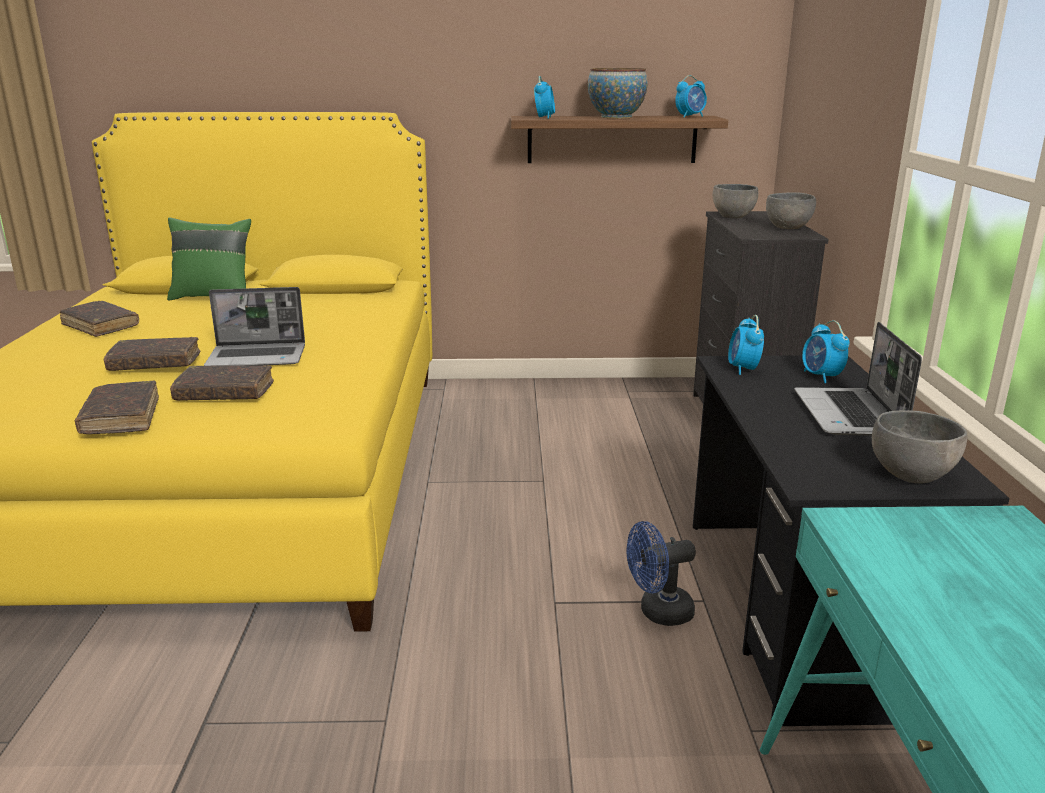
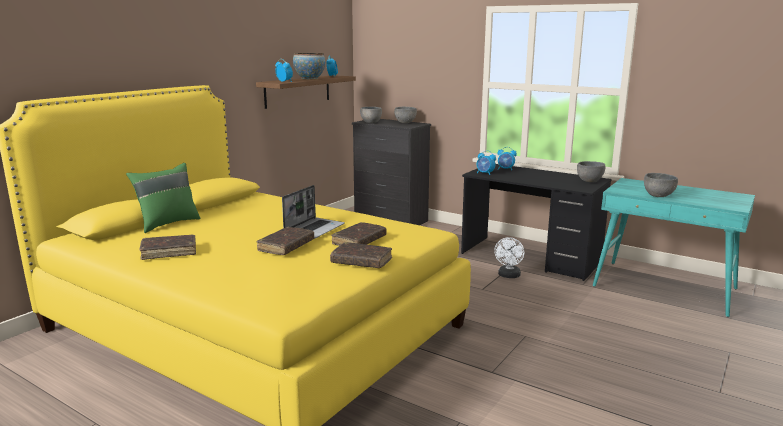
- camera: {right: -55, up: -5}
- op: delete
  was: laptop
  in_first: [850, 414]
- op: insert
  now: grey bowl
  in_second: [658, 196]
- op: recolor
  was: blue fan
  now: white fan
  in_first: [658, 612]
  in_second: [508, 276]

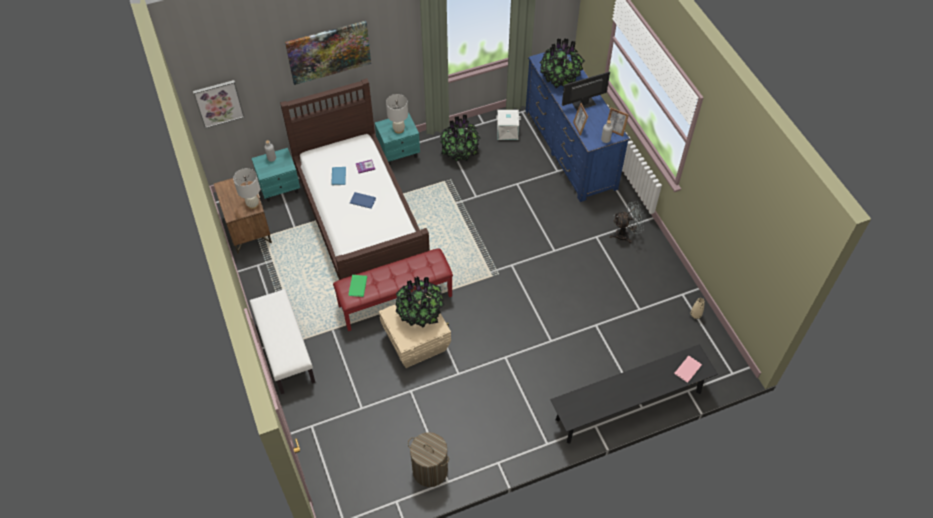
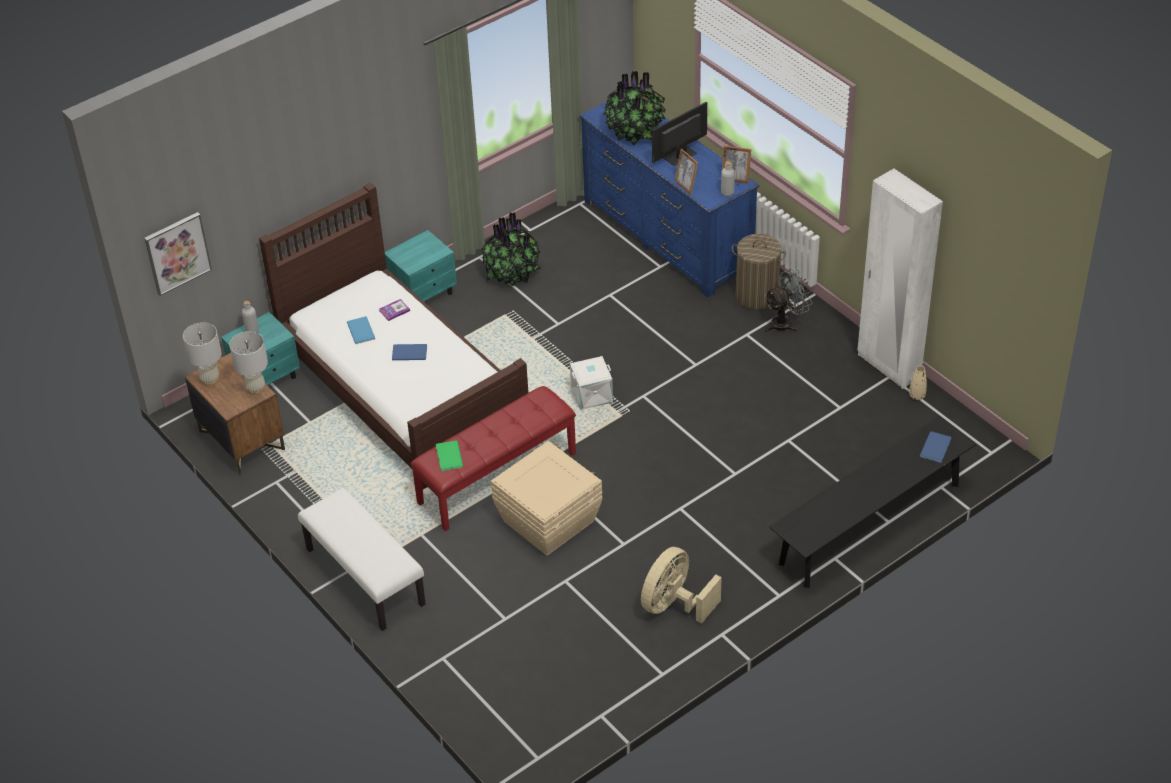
- camera: {right: -15, up: -10}
- op: delete
  was: picture
  in_first: [329, 52]
- op: delete
  was: potted plant
  in_first: [420, 313]
- op: insert
  now: beige fan
  in_second: [674, 605]
- op: insert
  now: white wardrobe
  in_second: [888, 366]
- op: move
  was: white table lamp
  in_first: [399, 129]
  in_second: [210, 380]
- op: move
  was: laundry basket
  in_first: [430, 470]
  in_second: [757, 295]
- op: move
  was: white storage box
  in_first: [507, 131]
  in_second: [591, 394]
- op: recolor
  was: pink book
  now: blue book
  in_first: [688, 369]
  in_second: [936, 447]

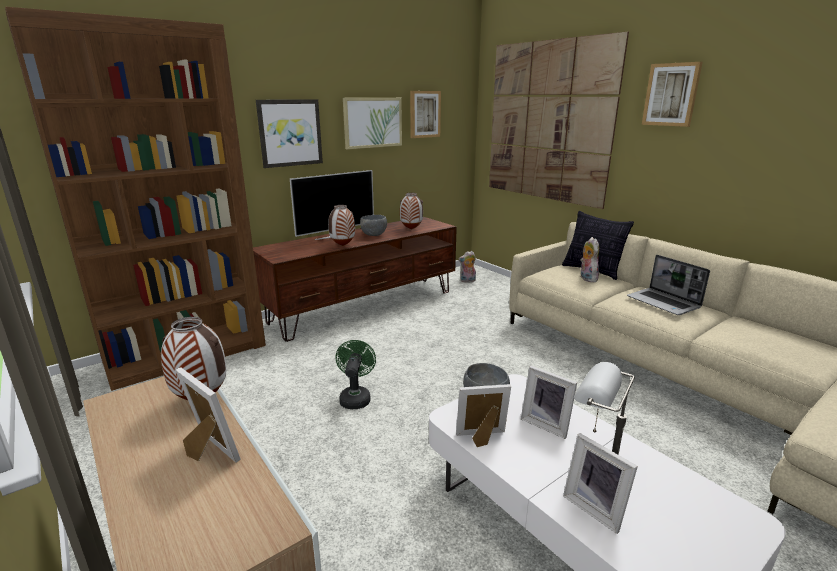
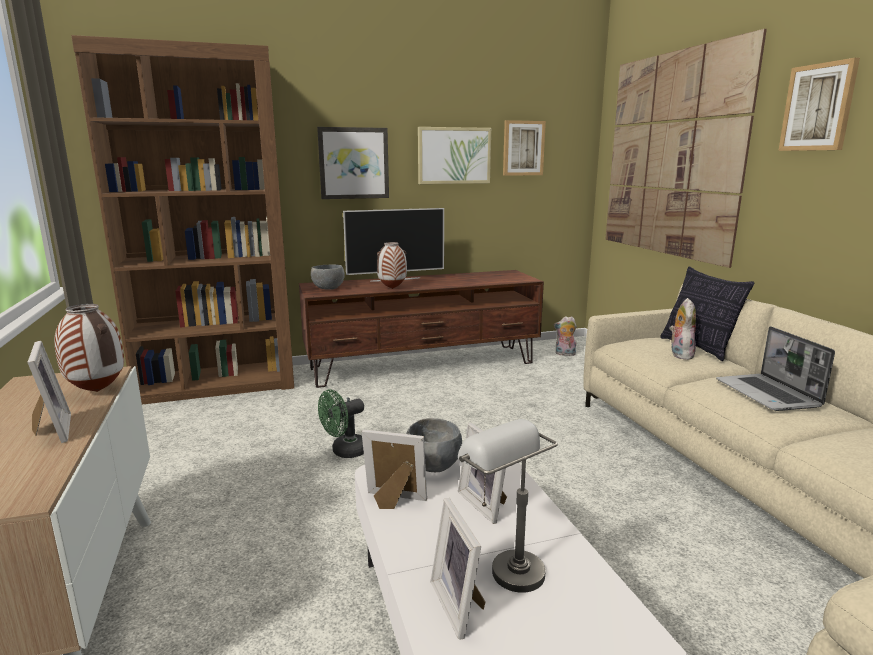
- camera: {right: 20, up: -5}
- op: delete
  was: vase
  in_first: [411, 229]
- op: move
  was: grey bowl
  in_first: [374, 235]
  in_second: [328, 289]
- op: rotate
  was: green fan
  in_first: [355, 397]
  in_second: [345, 452]
  clockwise: -150

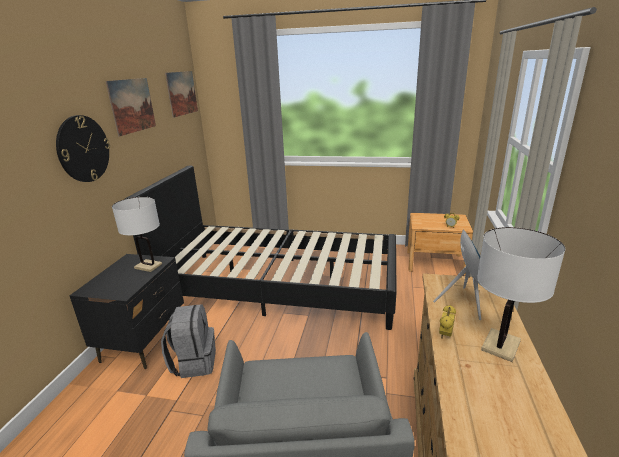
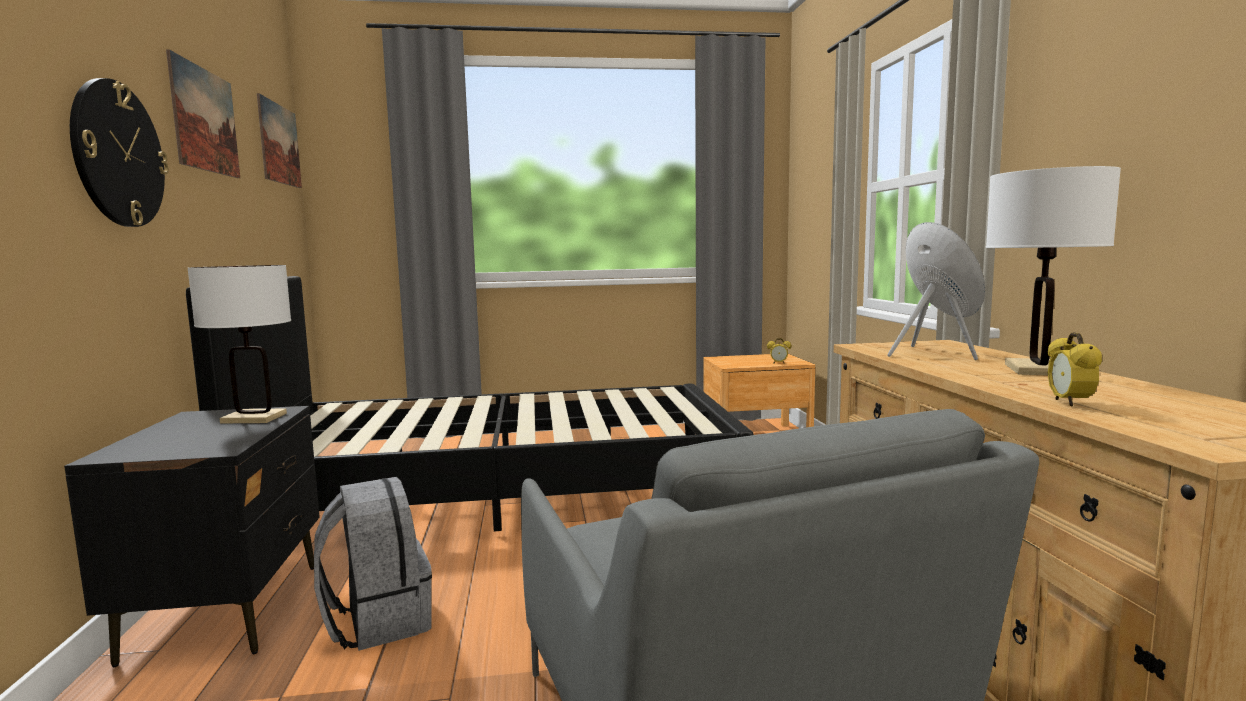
- camera: {right: -20, up: -15}
- op: move
  was: alarm clock
  in_first: [445, 335]
  in_second: [1069, 403]

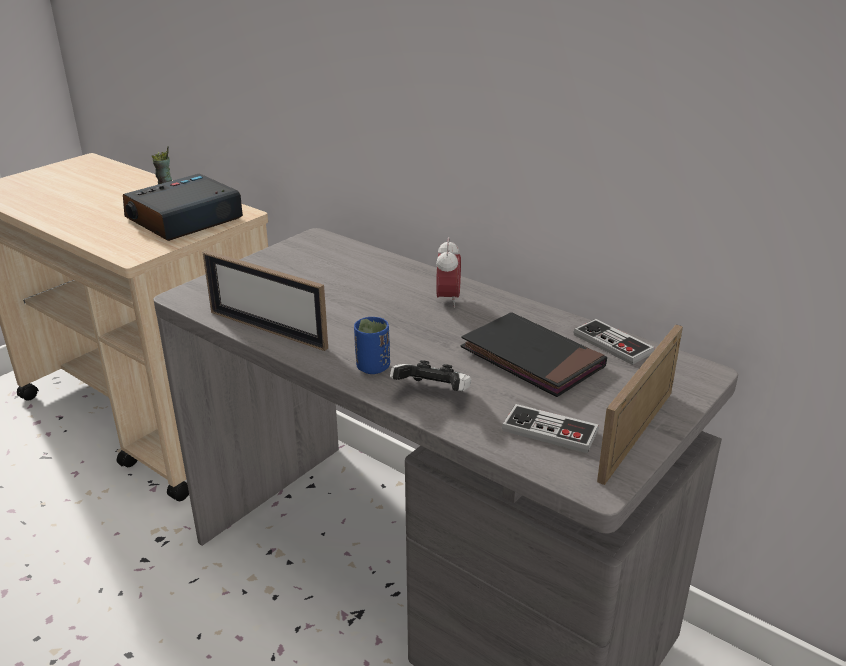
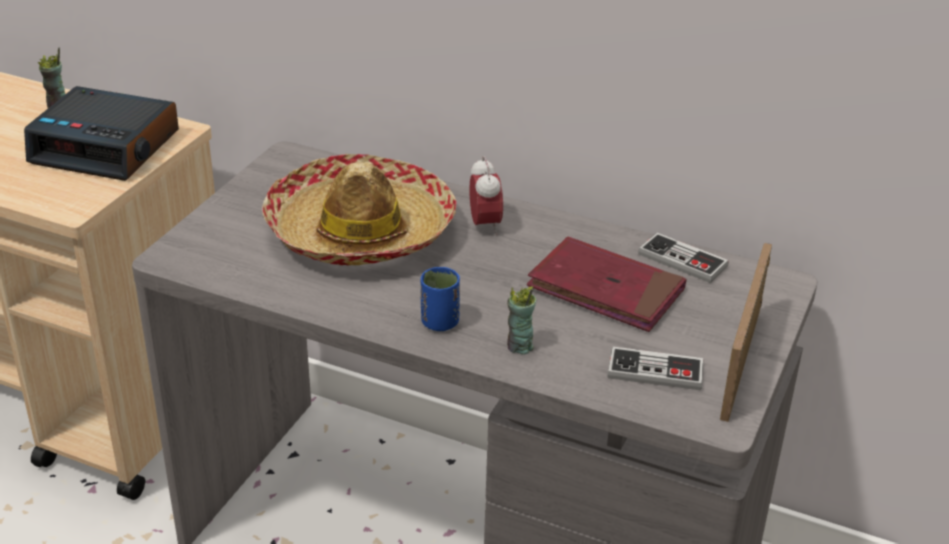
- camera: {right: -15, up: 5}
- op: delete
  was: picture frame
  in_first: [267, 329]
- op: insert
  now: hat
  in_second: [361, 231]
- op: replace
  was: game controller
  now: cup
  in_first: [433, 394]
  in_second: [519, 347]
- op: recolor
  was: black book
  now: red book
  in_first: [532, 359]
  in_second: [605, 290]
- op: rotate
  was: alarm clock
  in_first: [183, 219]
  in_second: [107, 147]
  clockwise: -105

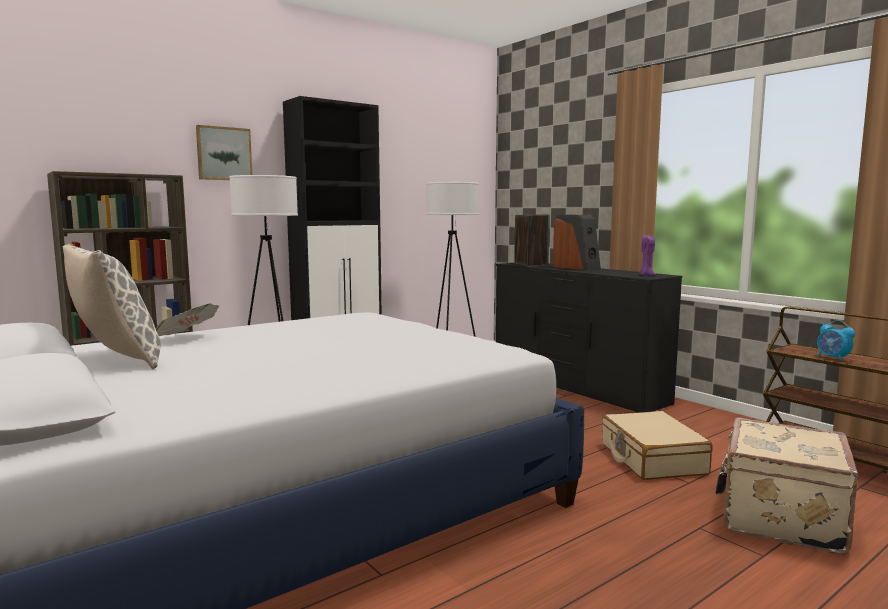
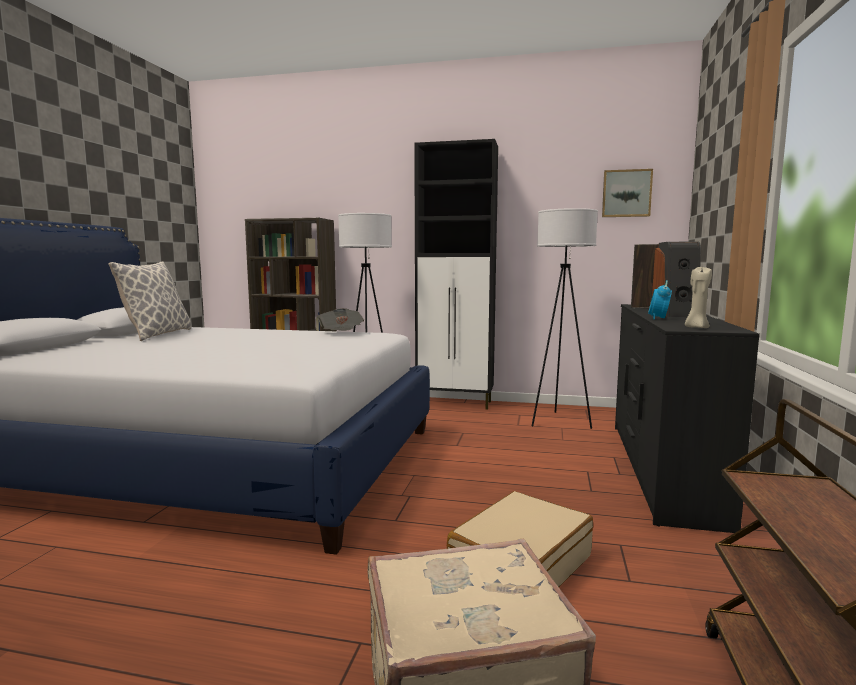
- camera: {right: 50, up: 0}
- op: move
  was: newspaper
  in_first: [186, 338]
  in_second: [341, 333]
- op: move
  was: picture
  in_first: [224, 154]
  in_second: [626, 193]
- op: move
  was: alarm clock
  in_first: [833, 358]
  in_second: [658, 319]
- op: recolor
  was: purple candle
  now: beige candle
  in_first: [646, 275]
  in_second: [696, 327]

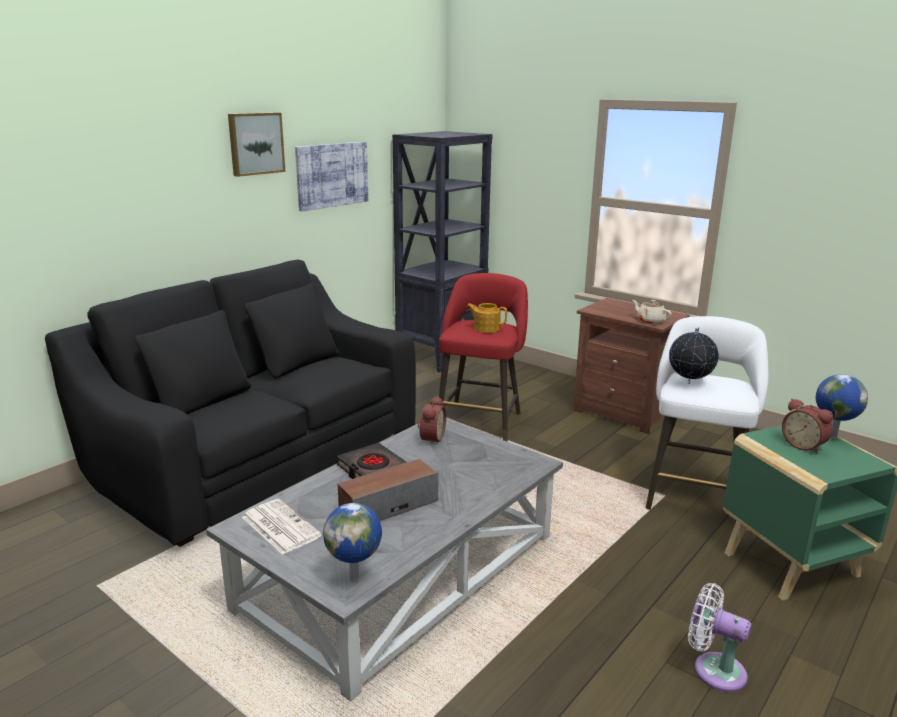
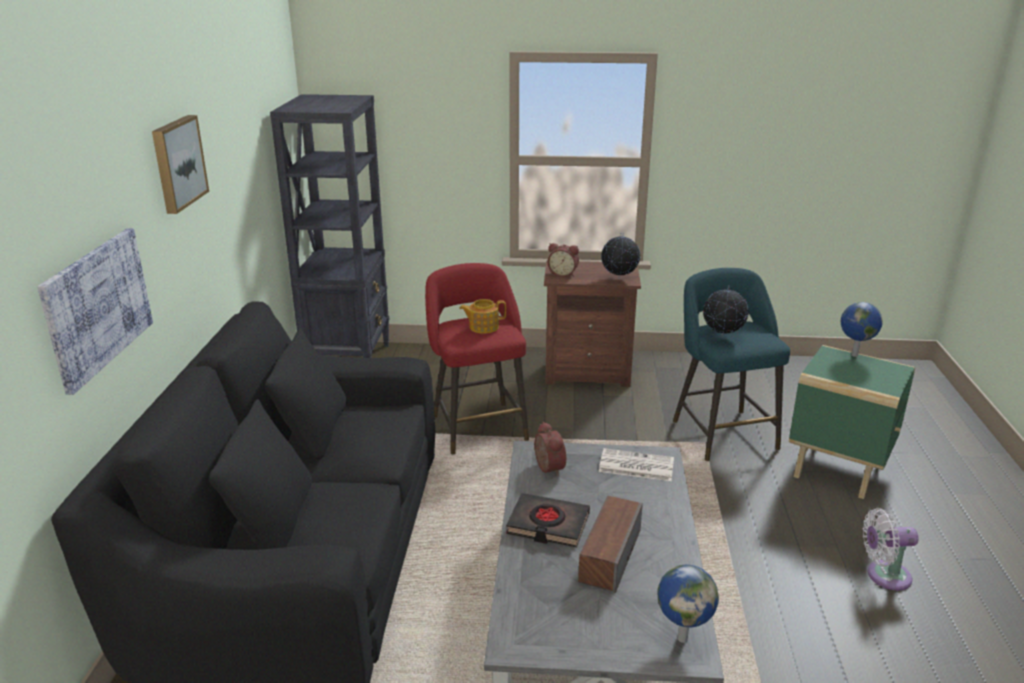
- camera: {right: -35, up: 5}
- op: move
  was: newspaper
  in_first: [279, 526]
  in_second: [635, 466]
- op: move
  was: picture
  in_first: [332, 175]
  in_second: [97, 306]
- op: move
  was: alarm clock
  in_first: [804, 445]
  in_second: [563, 274]
- op: replace
  was: beige teapot
  now: globe
  in_first: [650, 321]
  in_second: [619, 279]
- op: recolor
  was: white stool
  now: turquoise stool
  in_first: [694, 494]
  in_second: [721, 432]

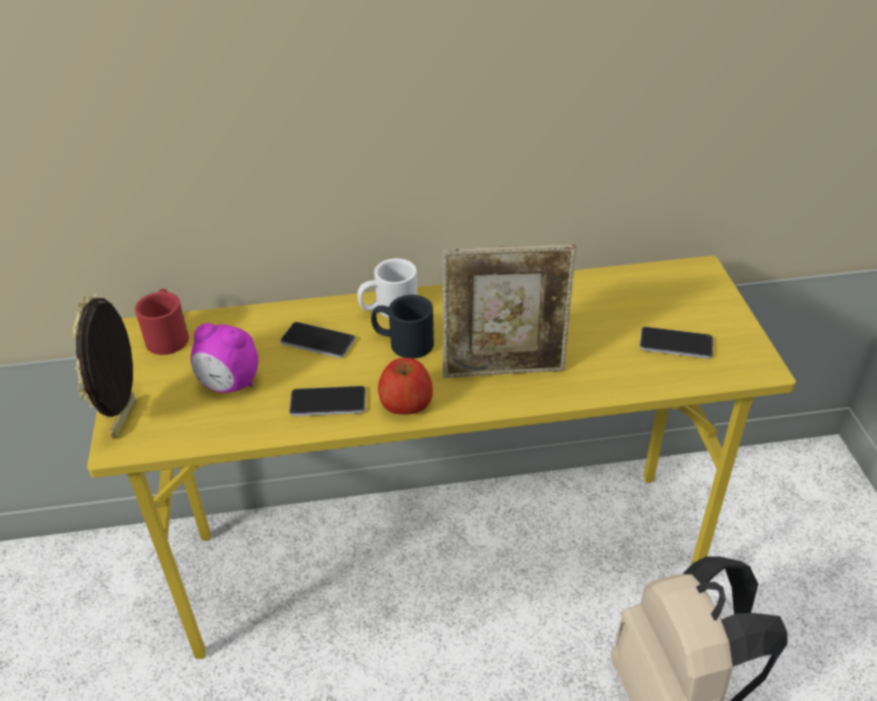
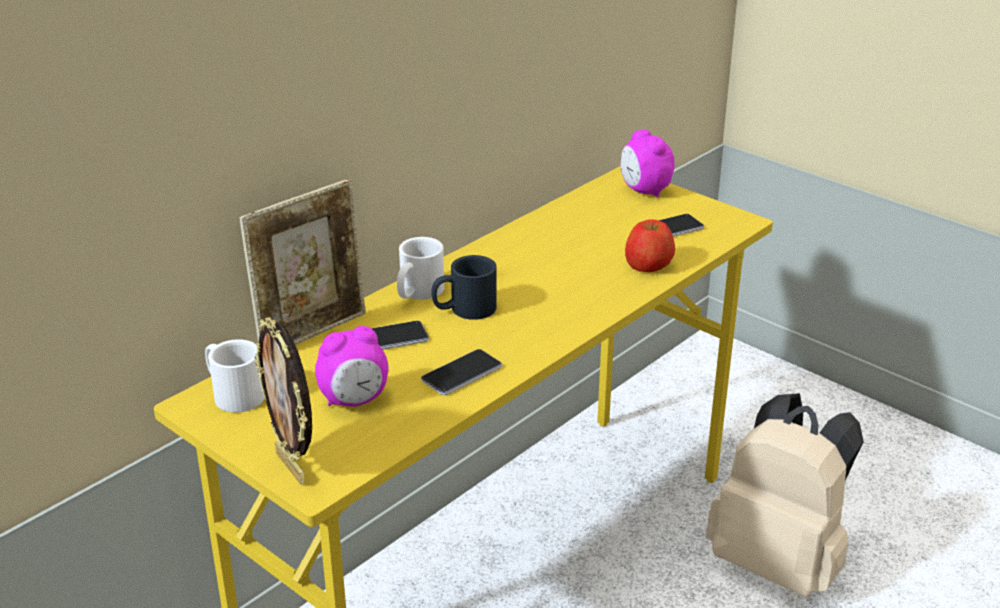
- camera: {right: -40, up: -10}
- op: insert
  now: alarm clock
  in_second: [644, 191]
- op: move
  was: apple
  in_first: [405, 403]
  in_second: [648, 265]
- op: move
  was: picture frame
  in_first: [504, 369]
  in_second: [312, 333]
- op: recolor
  was: red mug
  now: white mug
  in_first: [168, 334]
  in_second: [232, 393]

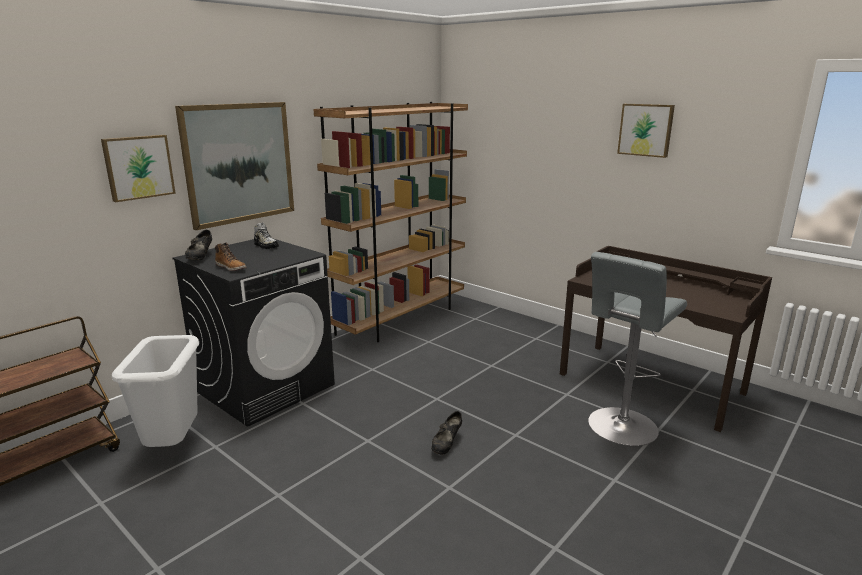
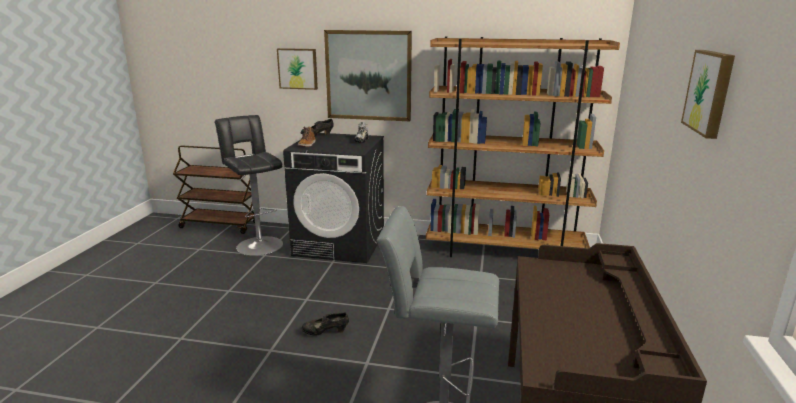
- camera: {right: 60, up: 0}
- op: replace
  was: white trash can
  now: black stool
  in_first: [174, 444]
  in_second: [258, 244]

